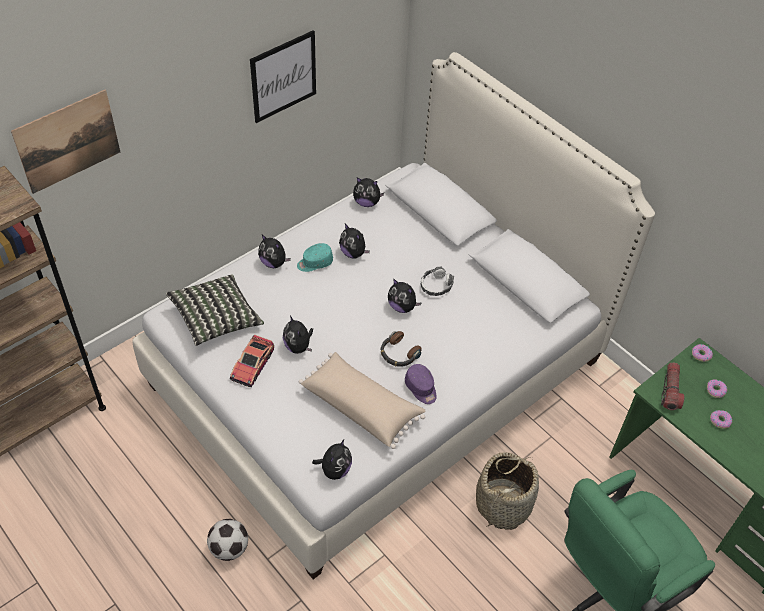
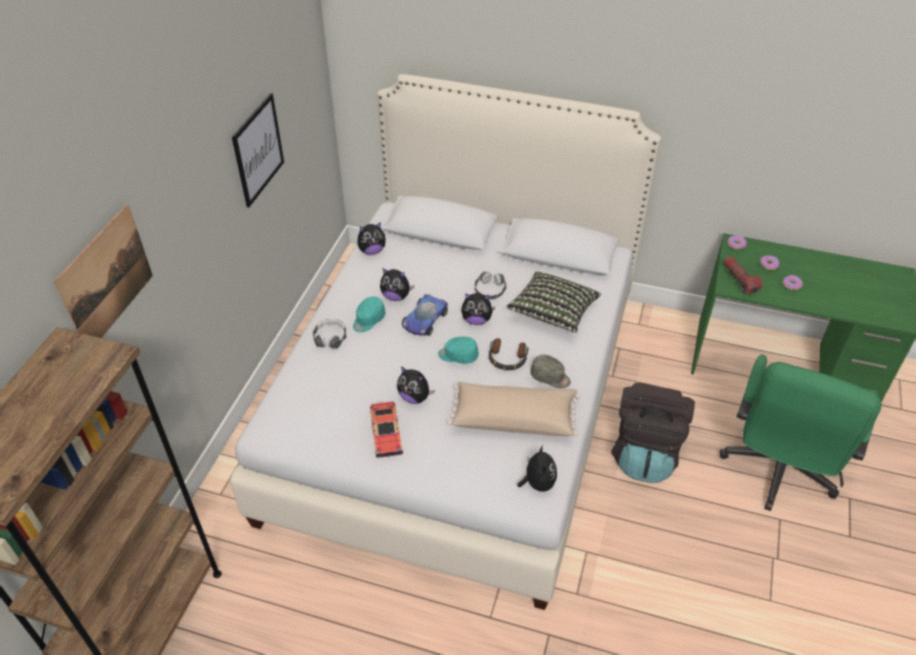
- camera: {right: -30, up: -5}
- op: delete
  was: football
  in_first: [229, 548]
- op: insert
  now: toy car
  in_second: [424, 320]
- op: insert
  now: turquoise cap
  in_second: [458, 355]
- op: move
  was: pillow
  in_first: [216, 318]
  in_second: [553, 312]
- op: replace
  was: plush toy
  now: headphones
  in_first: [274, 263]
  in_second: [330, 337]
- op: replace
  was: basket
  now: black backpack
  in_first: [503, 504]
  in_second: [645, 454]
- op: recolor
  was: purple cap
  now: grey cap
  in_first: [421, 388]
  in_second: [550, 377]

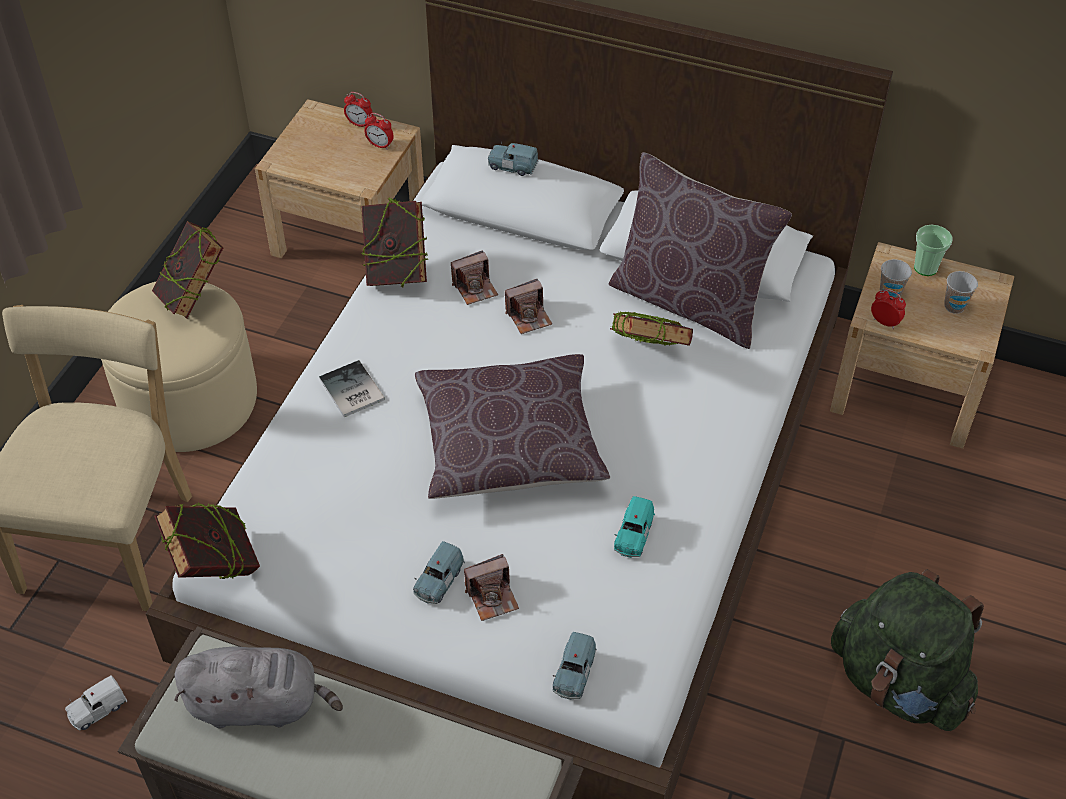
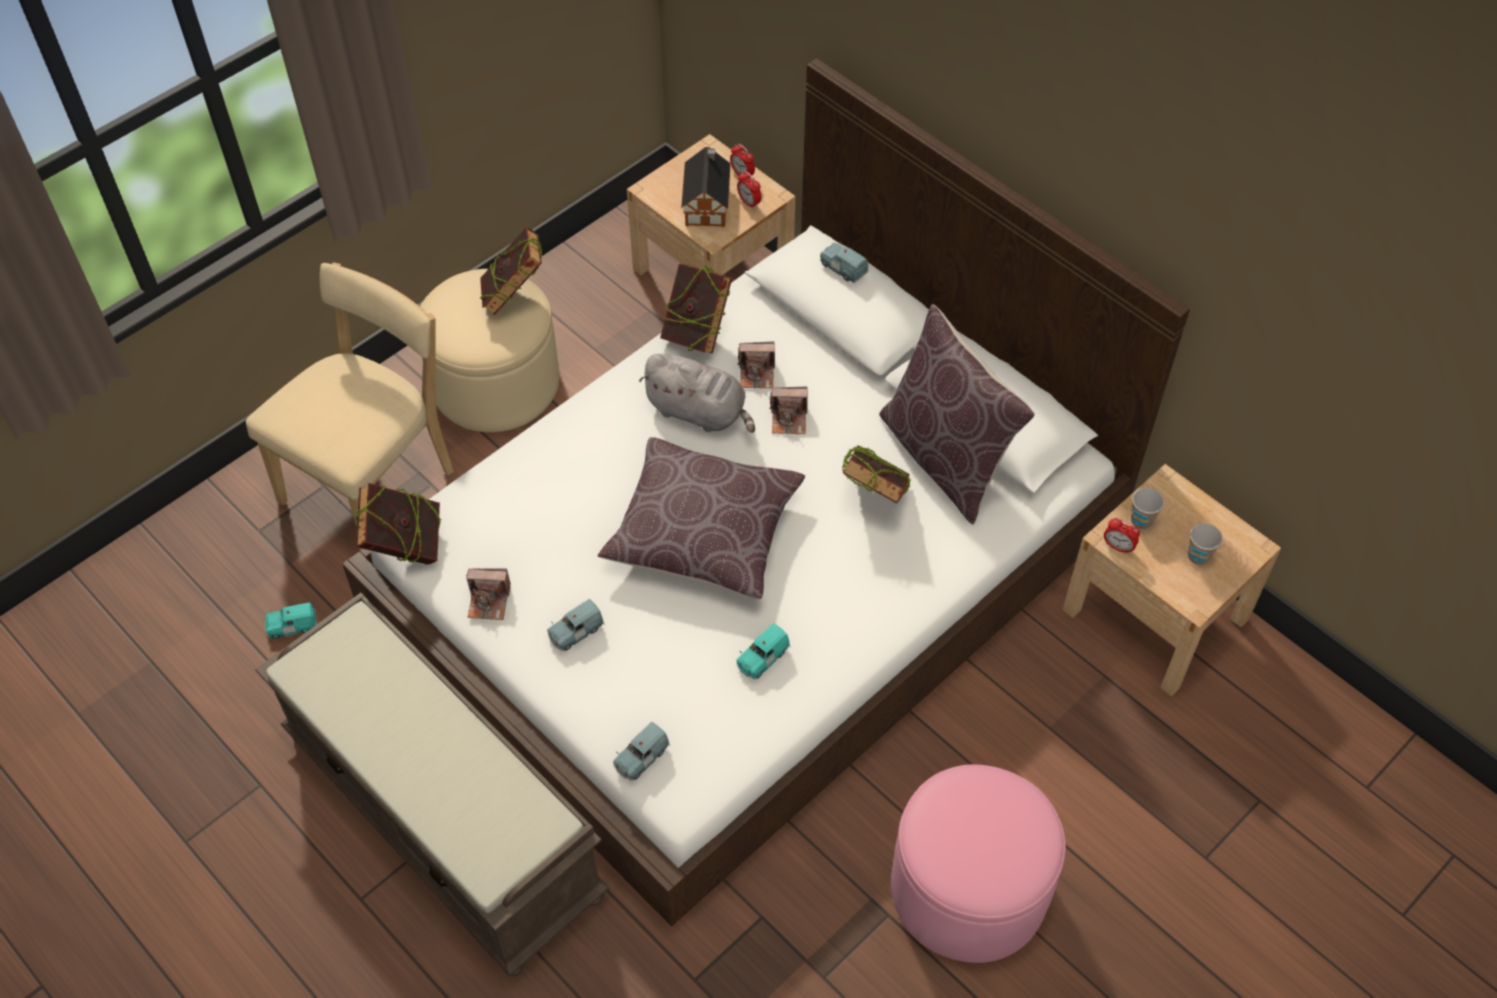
- camera: {right: 25, up: 5}
- op: delete
  was: book
  in_first: [351, 391]
- op: delete
  was: cup
  in_first: [925, 268]
- op: insert
  now: toy house
  in_second: [707, 203]
- op: move
  was: grey plush toy
  in_first: [260, 704]
  in_second: [699, 412]
- op: move
  was: photo camera
  in_first: [492, 597]
  in_second: [489, 601]
- op: replace
  was: green backpack
  now: pink ottoman
  in_first: [898, 683]
  in_second: [969, 888]
- op: recolor
  was: white toy car
  now: turquoise toy car
  in_first: [97, 709]
  in_second: [292, 626]
- op: rotate
  was: alarm clock
  in_first: [884, 322]
  in_second: [1118, 547]
  clockwise: 150

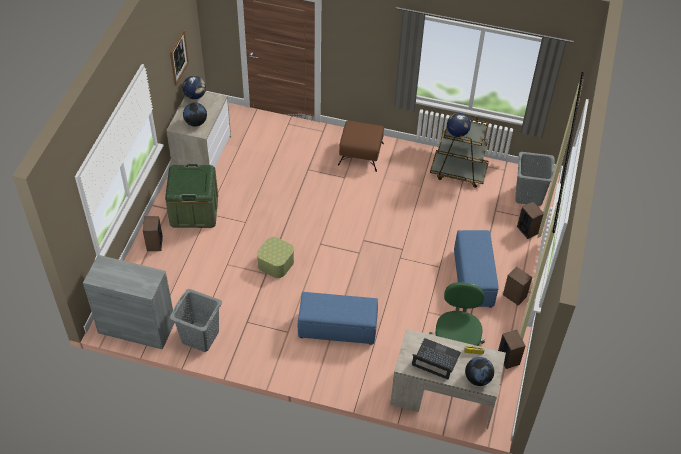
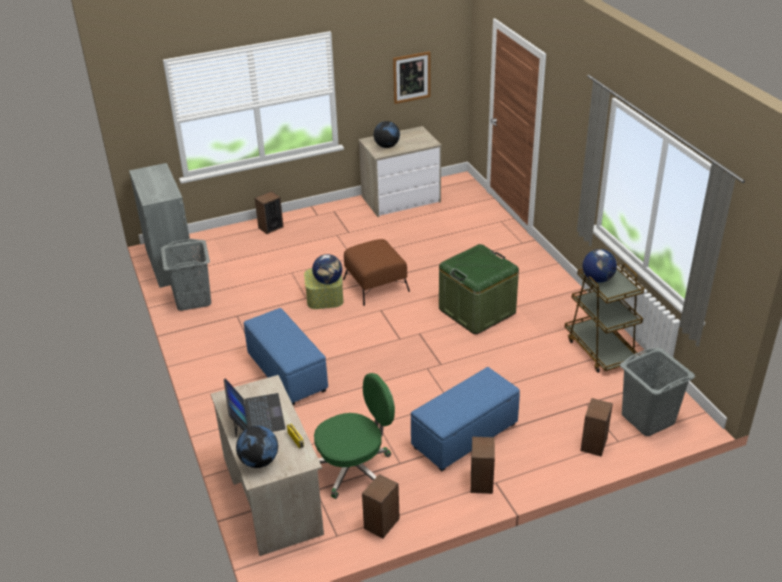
- camera: {right: 55, up: -15}
- op: move
  was: green storage box
  in_first: [194, 210]
  in_second: [477, 311]
- op: move
  was: globe
  in_first: [195, 96]
  in_second: [328, 281]
- op: move
  was: brown ottoman
  in_first: [361, 154]
  in_second: [376, 285]

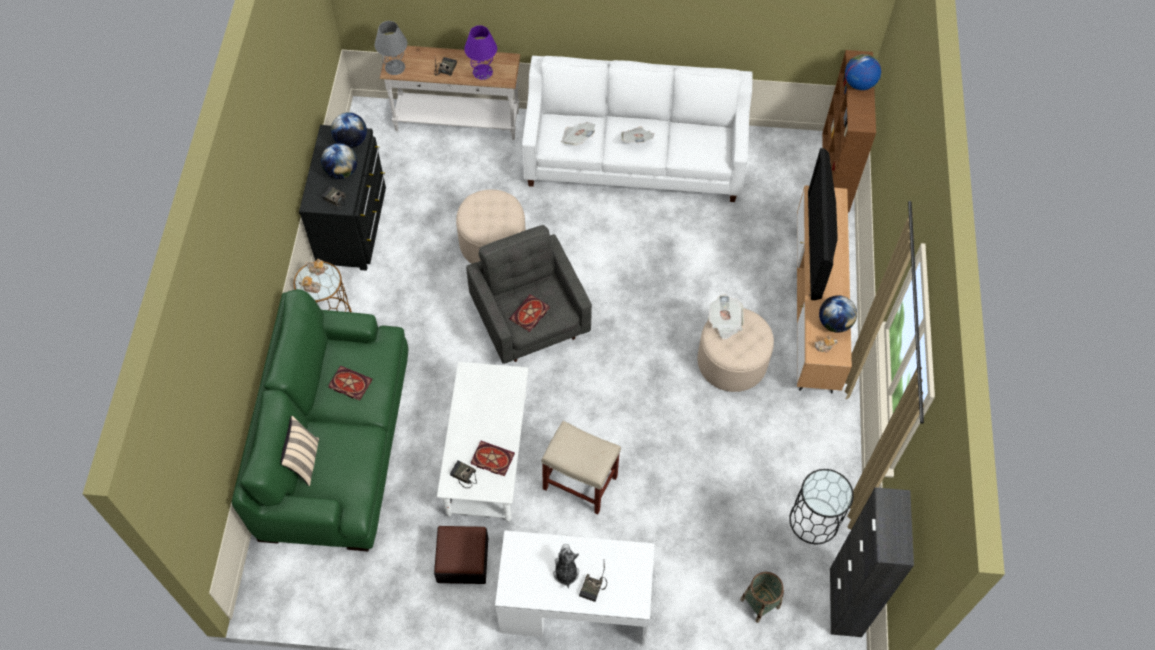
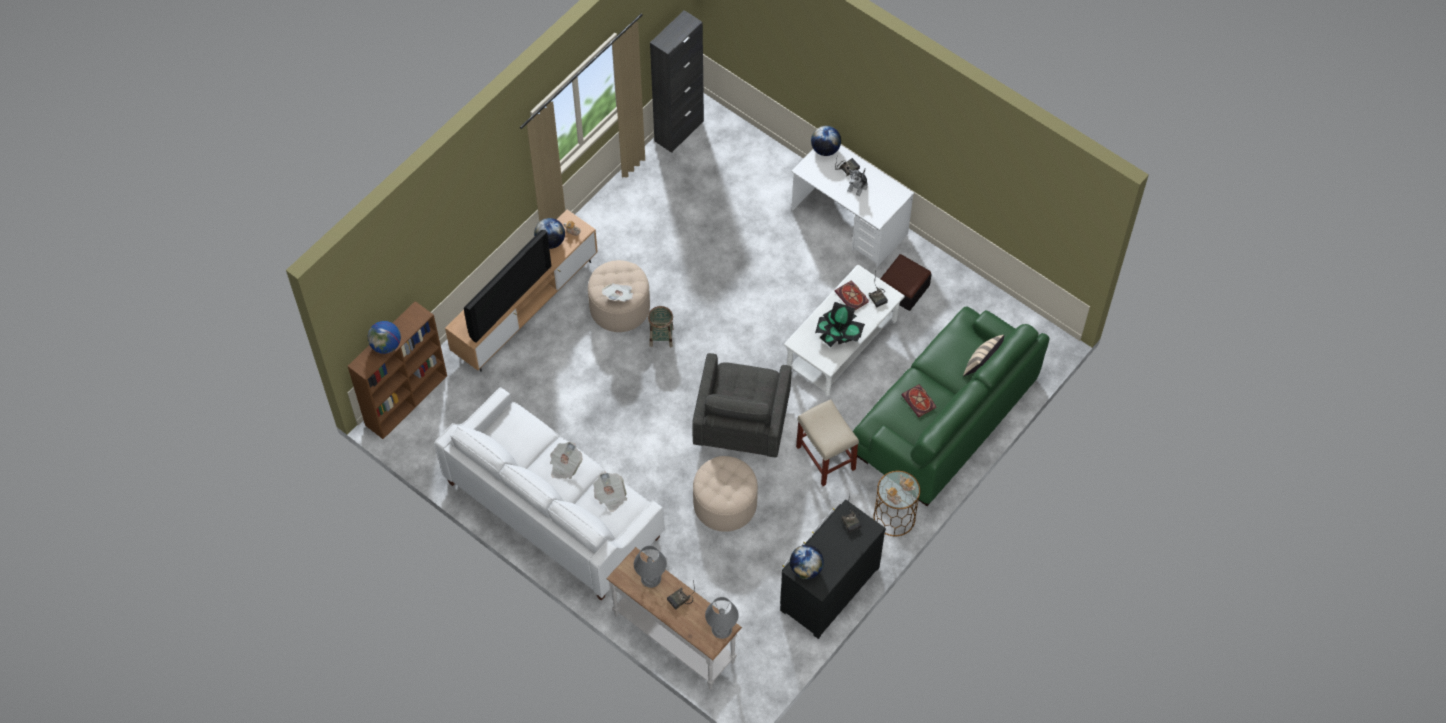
- camera: {right: -145, up: 0}
- op: delete
  was: book
  in_first: [529, 315]
- op: delete
  was: black side table
  in_first: [814, 520]
- op: insert
  now: potted plant
  in_second: [839, 335]
- op: move
  was: globe
  in_first: [342, 172]
  in_second: [825, 149]
- op: move
  was: beige stool
  in_first: [581, 483]
  in_second: [825, 457]
- op: move
  was: basket
  in_first: [760, 603]
  in_second: [661, 337]
- op: recolor
  was: purple table lamp
  now: grey table lamp
  in_first: [482, 72]
  in_second: [651, 578]

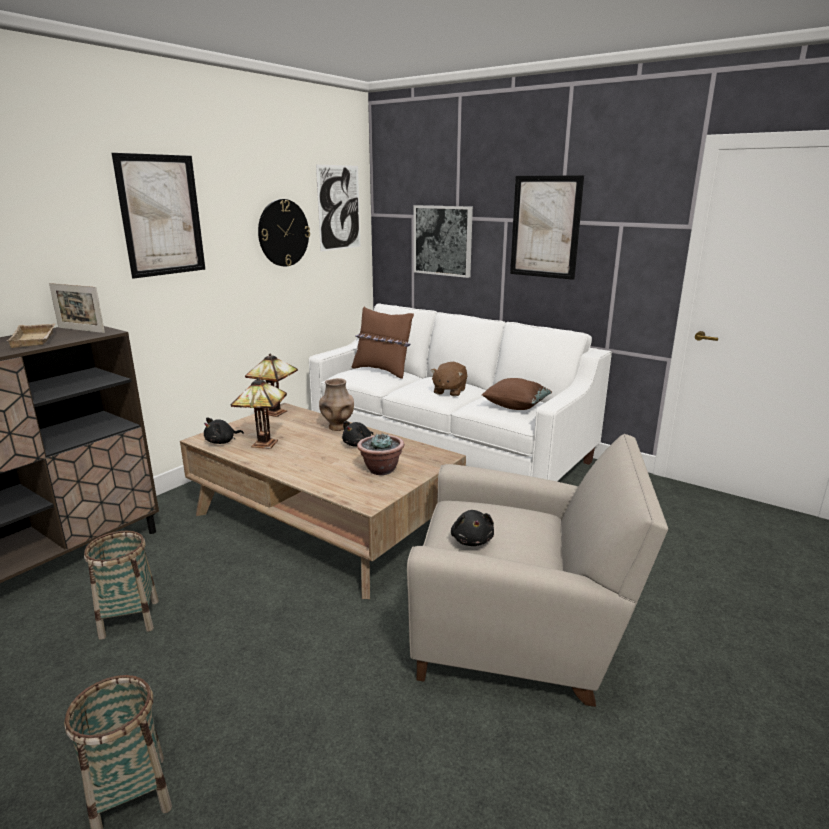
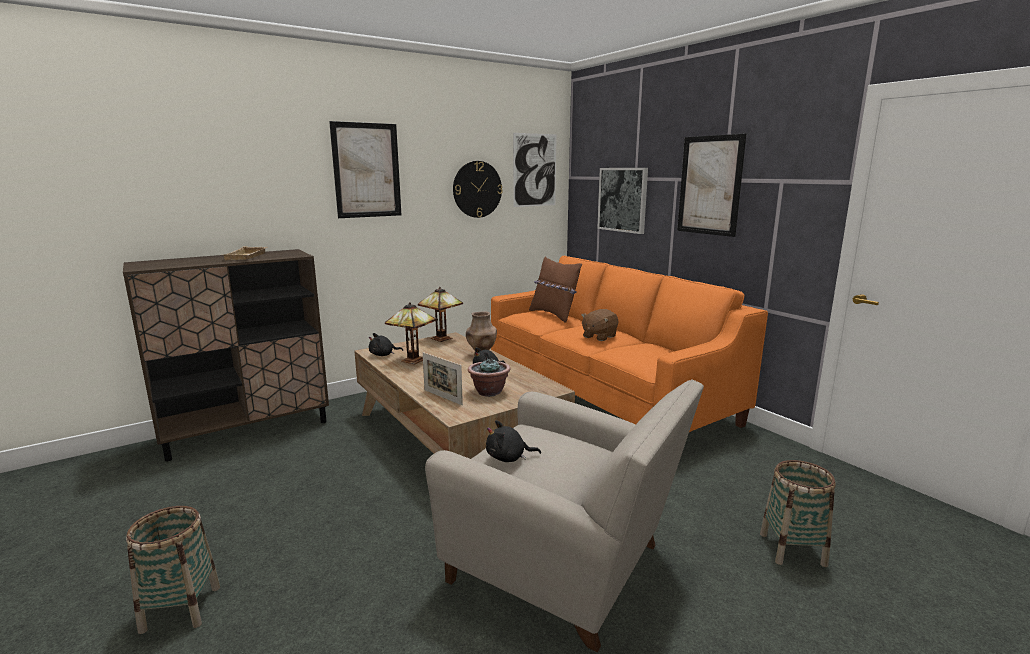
- camera: {right: 20, up: -5}
- op: delete
  was: brown pillow
  in_first: [515, 407]
- op: move
  was: picture frame
  in_first: [81, 330]
  in_second: [442, 397]
- op: move
  was: basket
  in_first: [129, 619]
  in_second: [792, 549]
- op: recolor
  was: white sofa
  now: orange sofa
  in_first: [449, 449]
  in_second: [606, 394]
- op: rotate
  was: black plush toy
  in_first: [472, 540]
  in_second: [508, 458]
  clockwise: 75

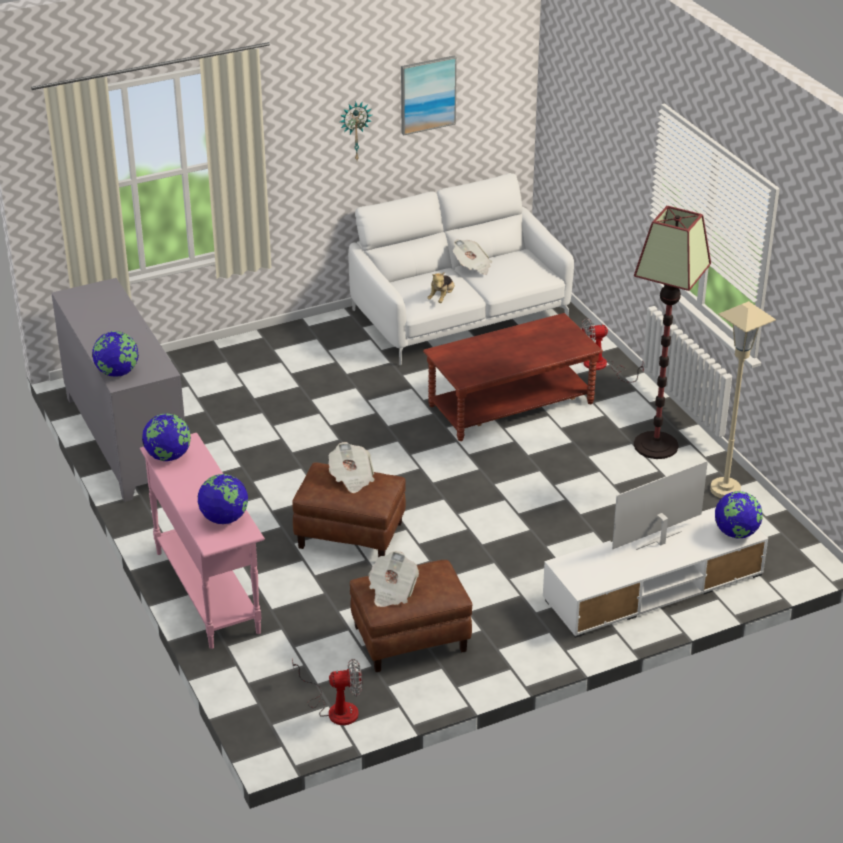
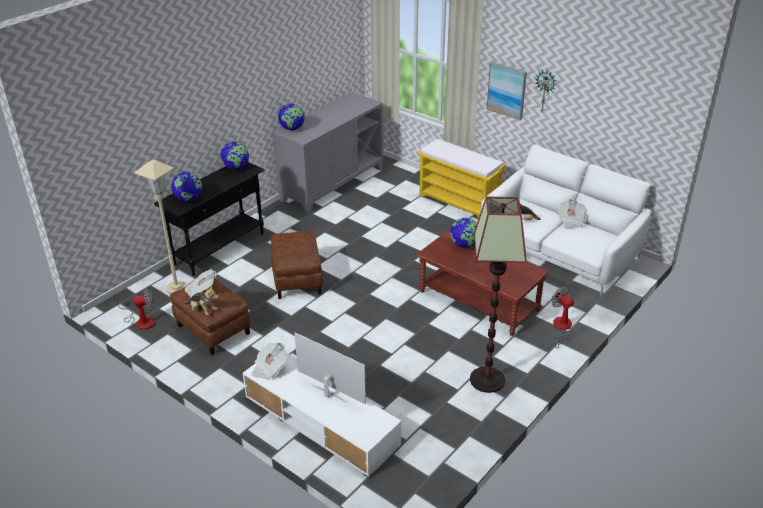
- camera: {right: 65, up: 0}
- op: insert
  now: plush toy
  in_second: [202, 310]
- op: insert
  now: yellow bench
  in_second: [459, 202]
- op: move
  was: newspaper
  in_first: [351, 478]
  in_second: [269, 368]
- op: move
  was: picture
  in_first: [427, 94]
  in_second: [507, 90]
- op: move
  was: beige floor lamp
  in_first: [725, 489]
  in_second: [177, 289]
- op: move
  was: globe
  in_first: [736, 533]
  in_second: [464, 245]
- op: recolor
  was: pink console table
  now: black console table
  in_first: [207, 591]
  in_second: [220, 248]
- op: rotate
  was: fan
  in_first: [335, 708]
  in_second: [140, 321]
  clockwise: -75

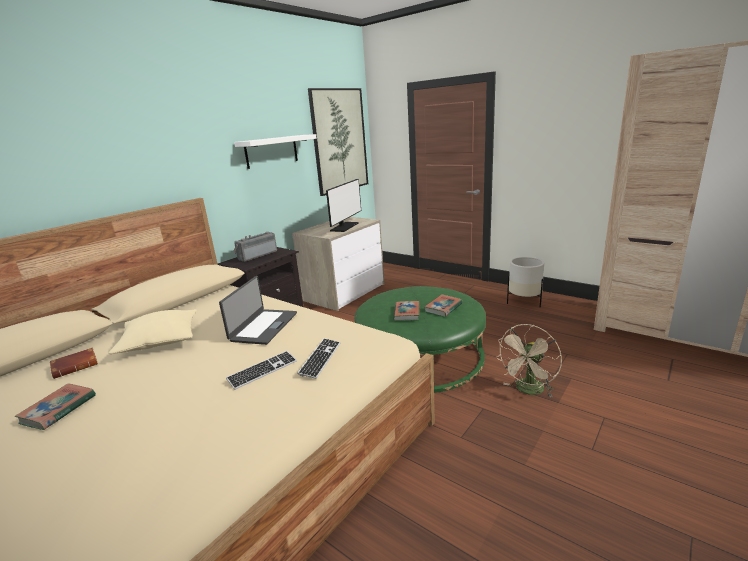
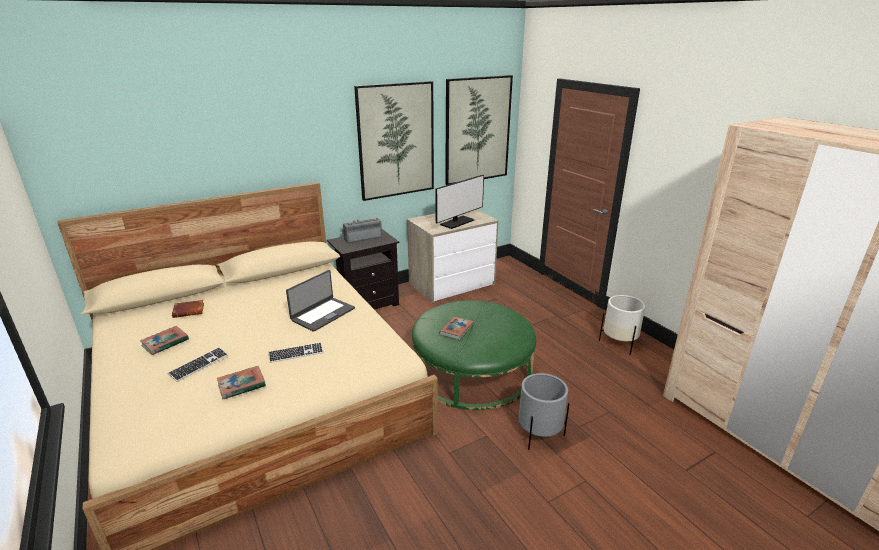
- camera: {right: 20, up: 5}
- op: delete
  was: beige pillow
  in_first: [160, 341]
- op: move
  was: keyboard
  in_first: [320, 359]
  in_second: [199, 365]
- op: move
  was: book
  in_first: [443, 308]
  in_second: [241, 385]
- op: replace
  was: white shelf
  now: picture
  in_first: [271, 151]
  in_second: [396, 141]
- op: replace
  was: beige fan
  now: grey planter
  in_first: [528, 391]
  in_second: [539, 434]

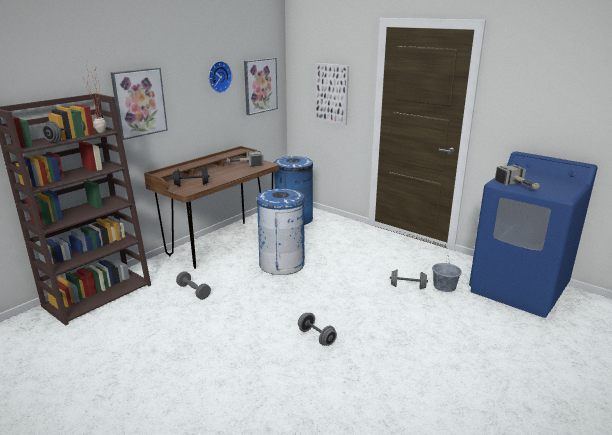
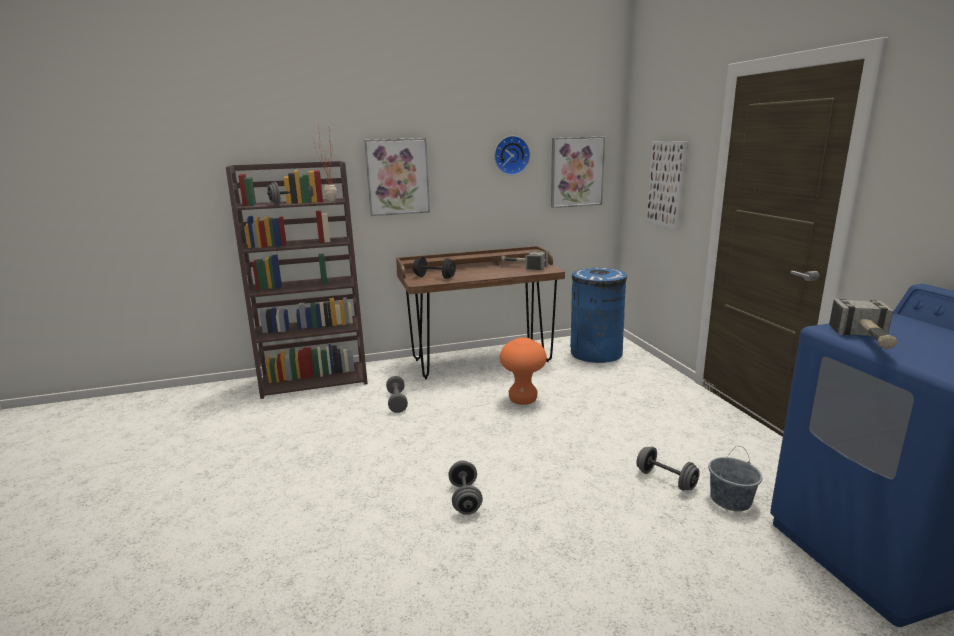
- camera: {right: 35, up: -5}
- op: replace
  was: blue trash can
  now: orange stool
  in_first: [282, 264]
  in_second: [523, 400]

